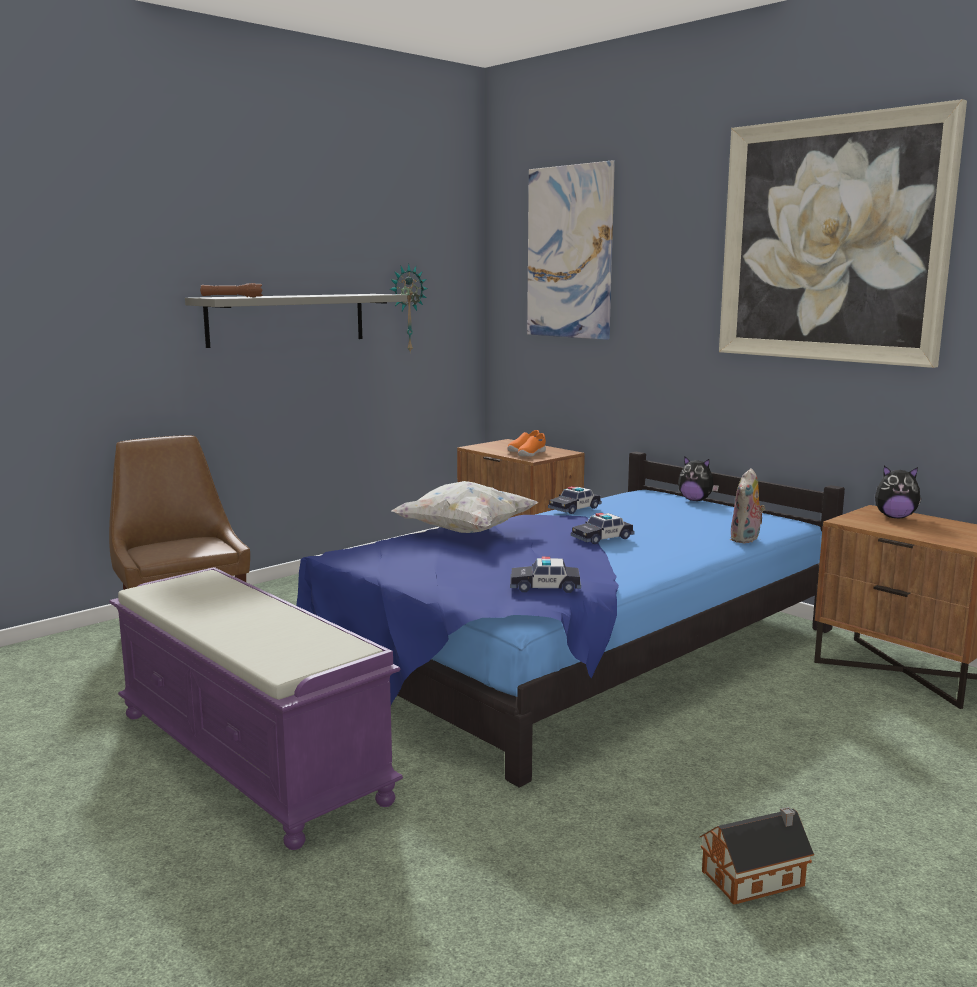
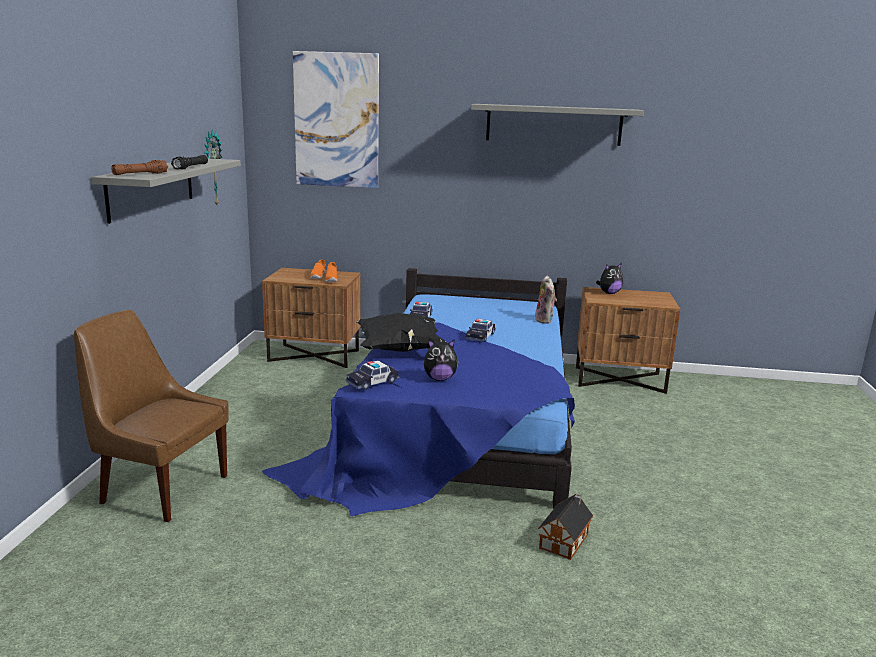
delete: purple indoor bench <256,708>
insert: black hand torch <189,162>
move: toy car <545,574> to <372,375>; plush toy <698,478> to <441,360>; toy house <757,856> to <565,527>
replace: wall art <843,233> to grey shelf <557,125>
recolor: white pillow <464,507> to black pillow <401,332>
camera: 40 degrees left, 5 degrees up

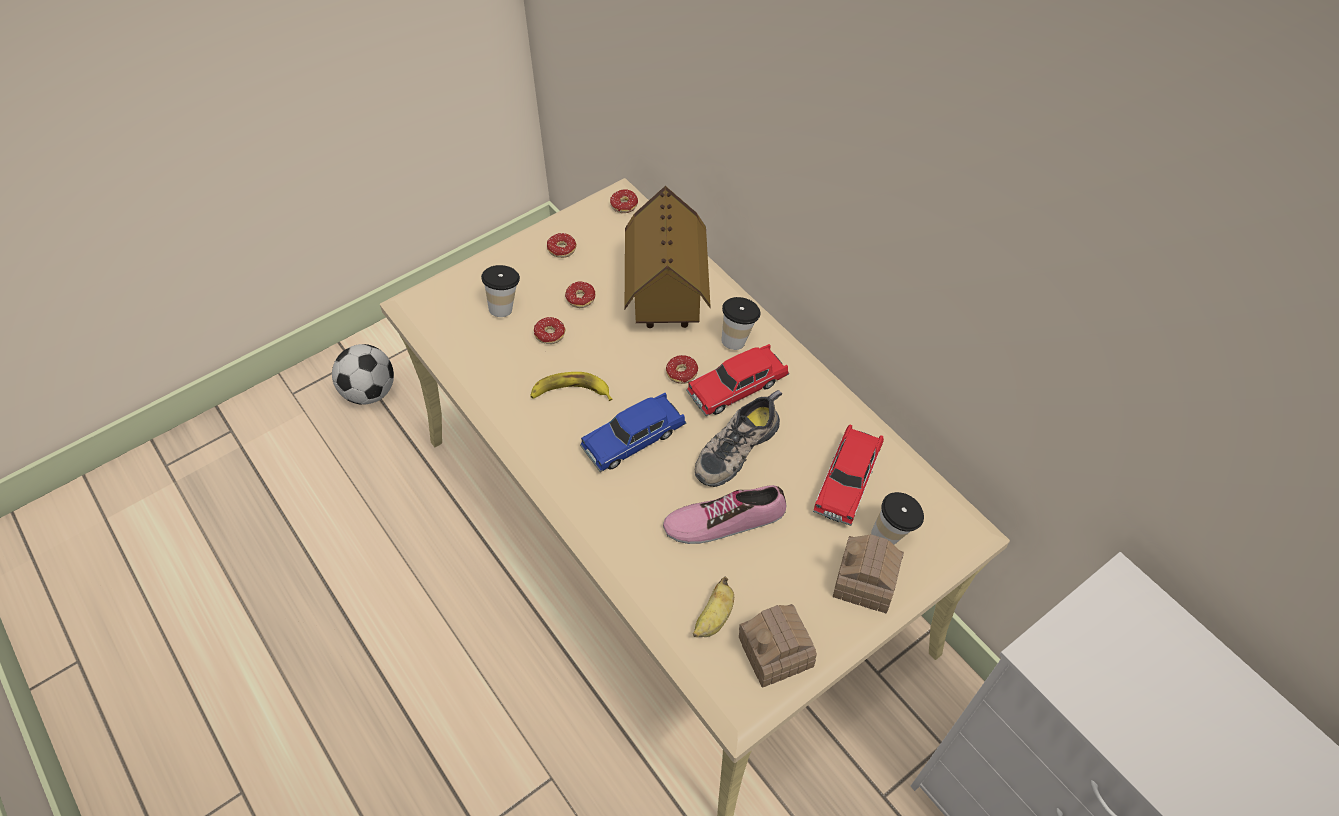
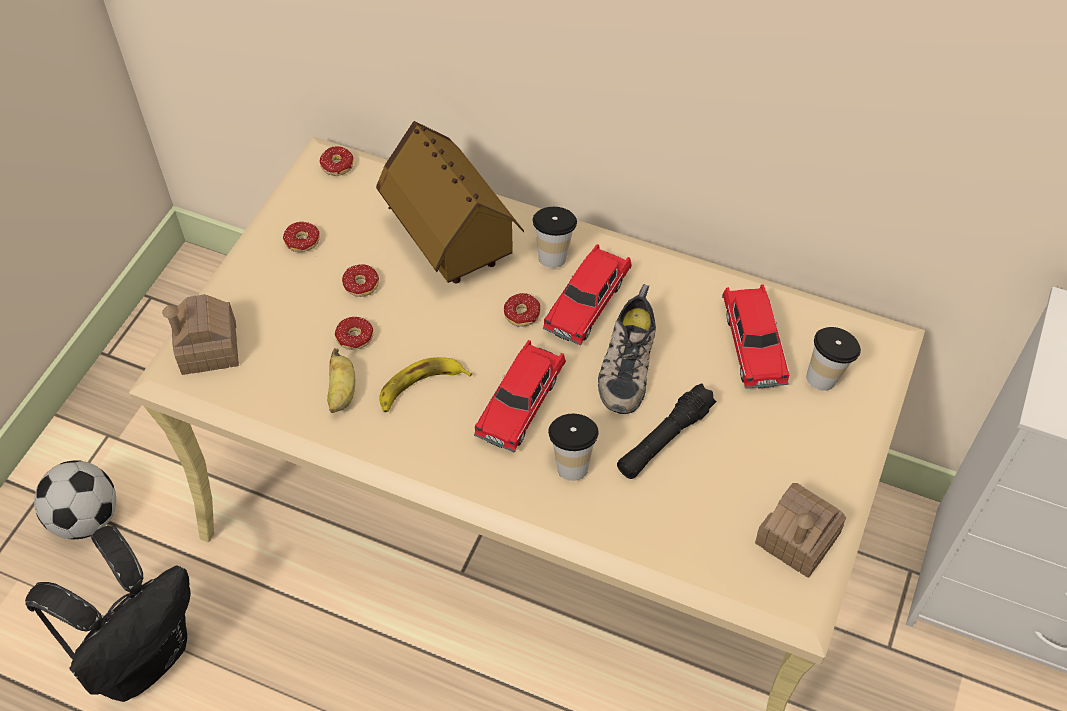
insert: black knapsack <108,614>
move: cup <500,291> to <573,447>; banana <713,607> to <341,380>; toy house <868,573> to <200,334>
replace: shoe <724,514> to black hand torch <666,431>
recolor: blue toy car <633,432> to red toy car <520,396>
camera: 30 degrees left, 0 degrees up

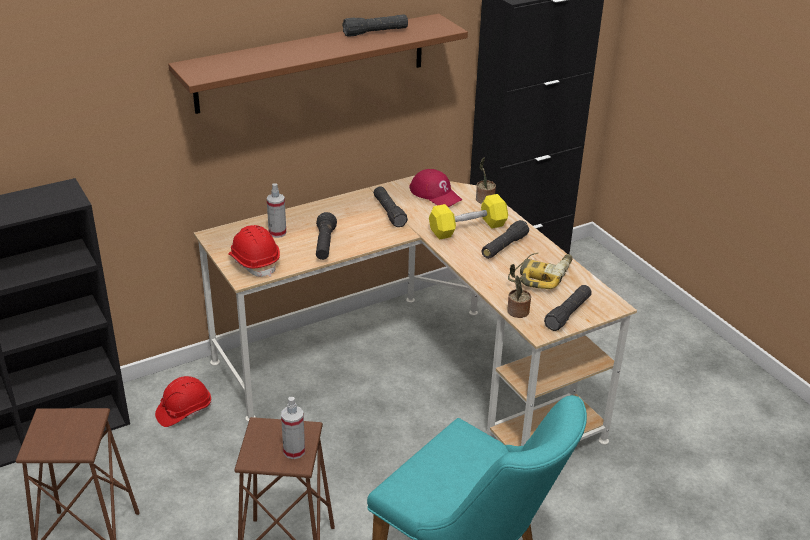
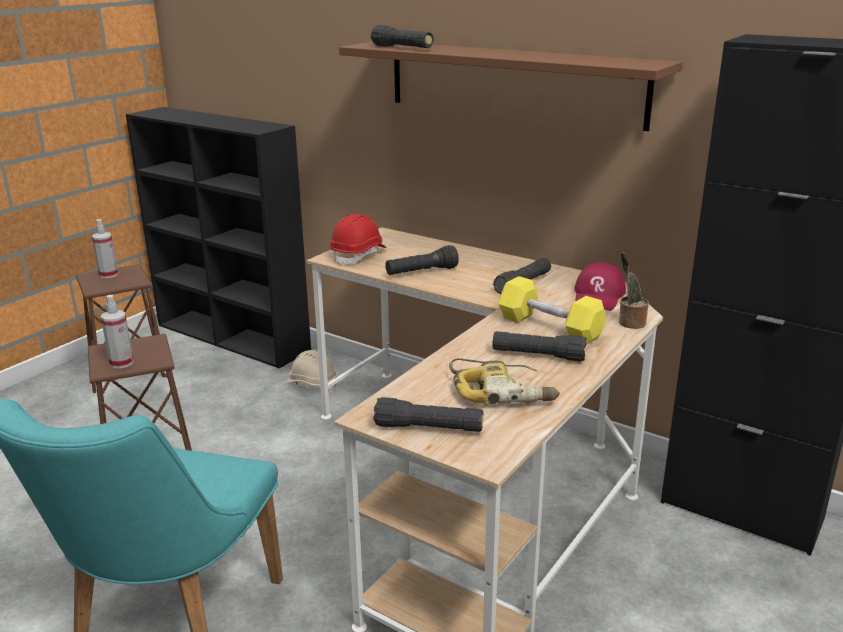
delete: houseplant <519,291>
move: hand sprayer <276,210> to <105,248>; black hand torch <375,25> to <402,36>
recolor: red safety helmet <183,401> to beige safety helmet <311,371>
camera: 65 degrees right, 10 degrees down

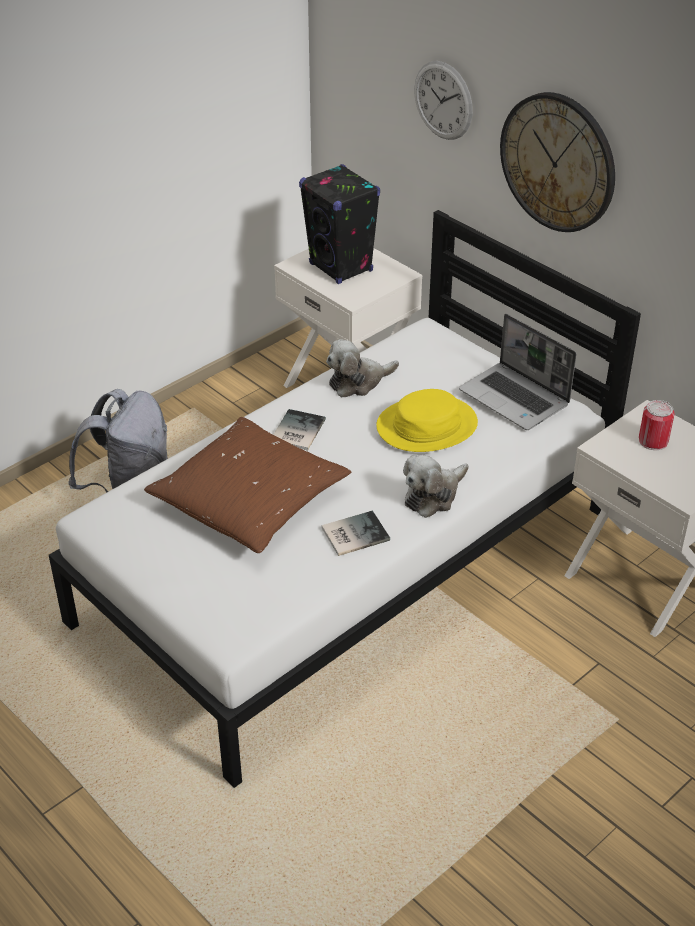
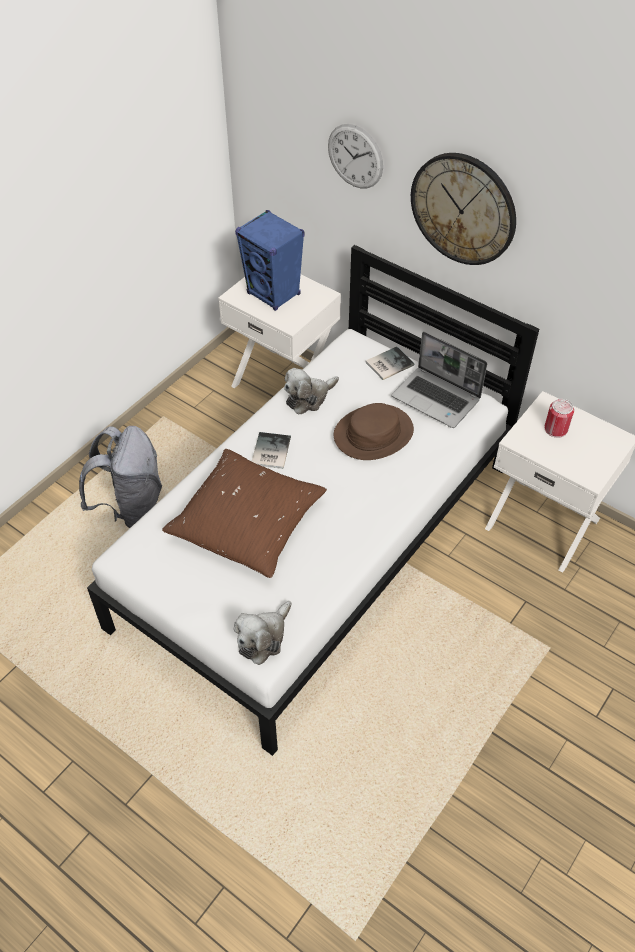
move: volume <356,533> to <390,363>; plush toy <435,486> to <263,633>
recolor: black speaker <339,224> to blue speaker <270,260>; yellow-coloured clothing hat <427,420> to brown clothing hat <374,431>
camera: 10 degrees left, 10 degrees up

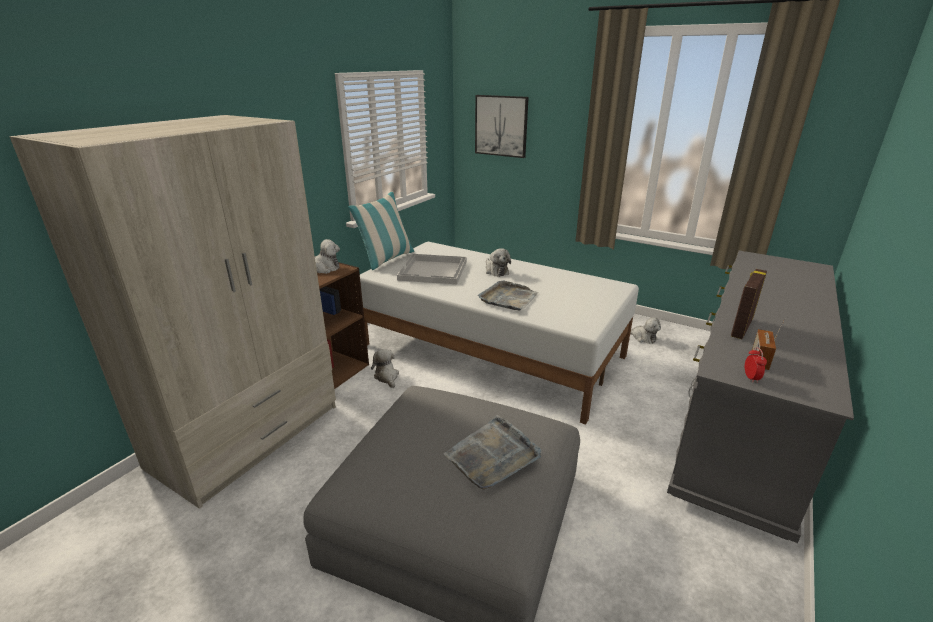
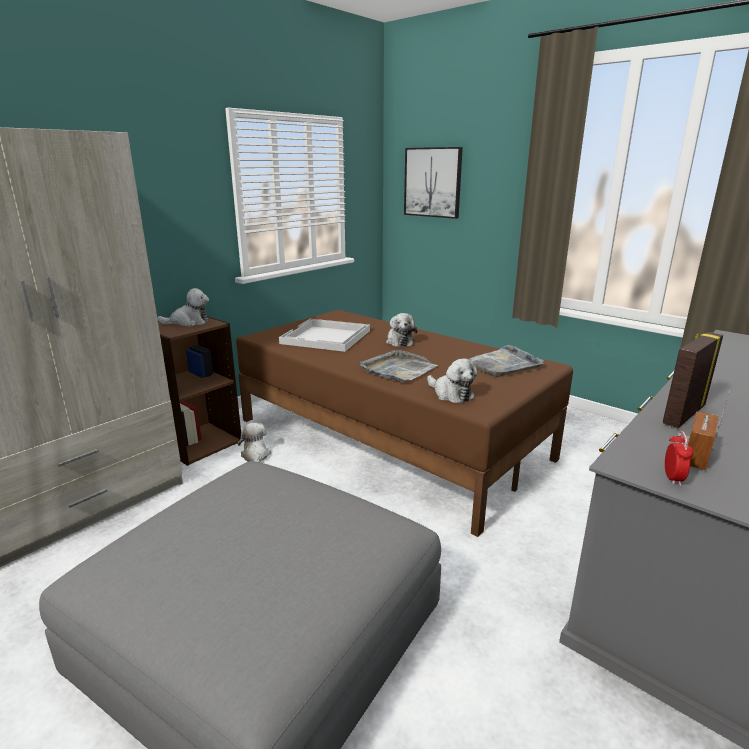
delete: pillow <381,230>
move: grey carrying tray <492,452> to <506,361>; plush toy <645,330> to <452,381>
recolor: white sleeping bed <499,333> to brown sleeping bed <404,423>
camera: 10 degrees right, 5 degrees down

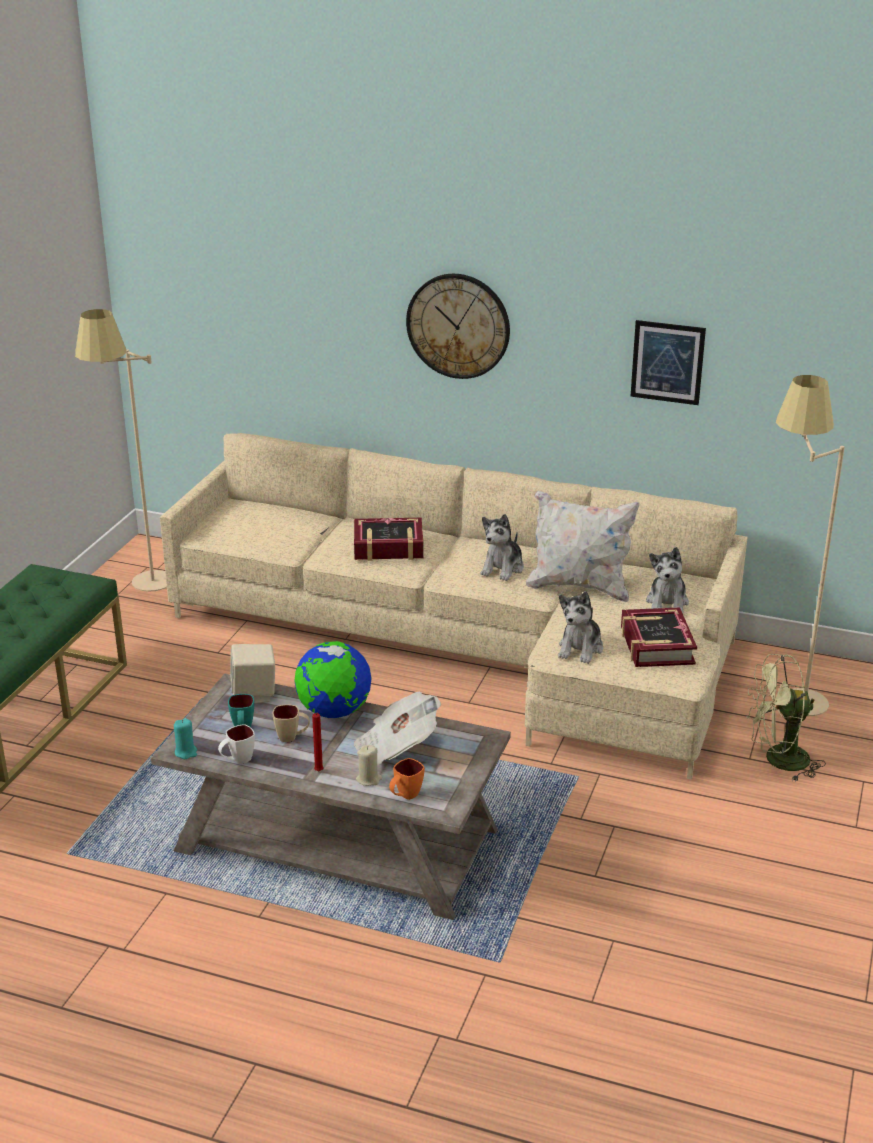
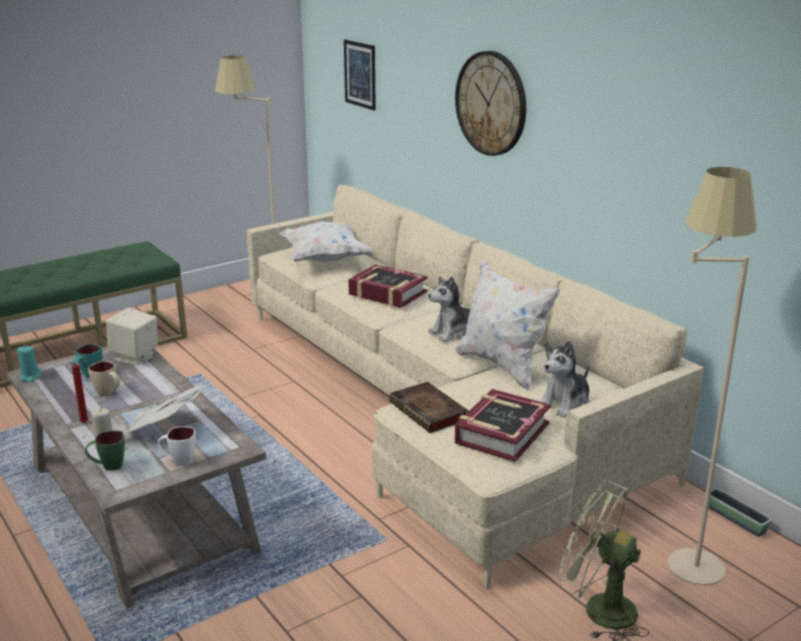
delete: desk globe <333,679>
insert: white pillow <326,242>; planter <740,512>
move: white coffee mug <236,744> to <176,446>; wall art <668,362> to <360,75>
replace: plush toy <580,627> to volume <429,407>
recolor: orangey coffee mug <407,779> to green-coloured coffee mug <105,451>
camera: 35 degrees right, 5 degrees down

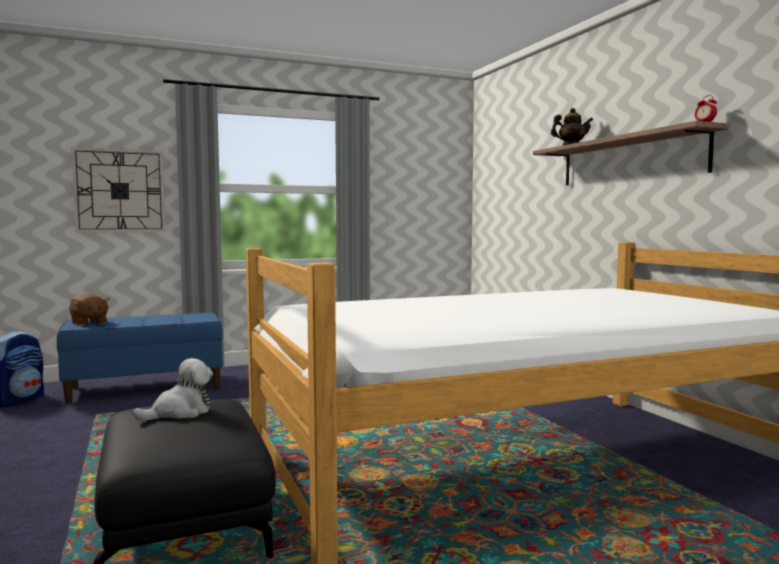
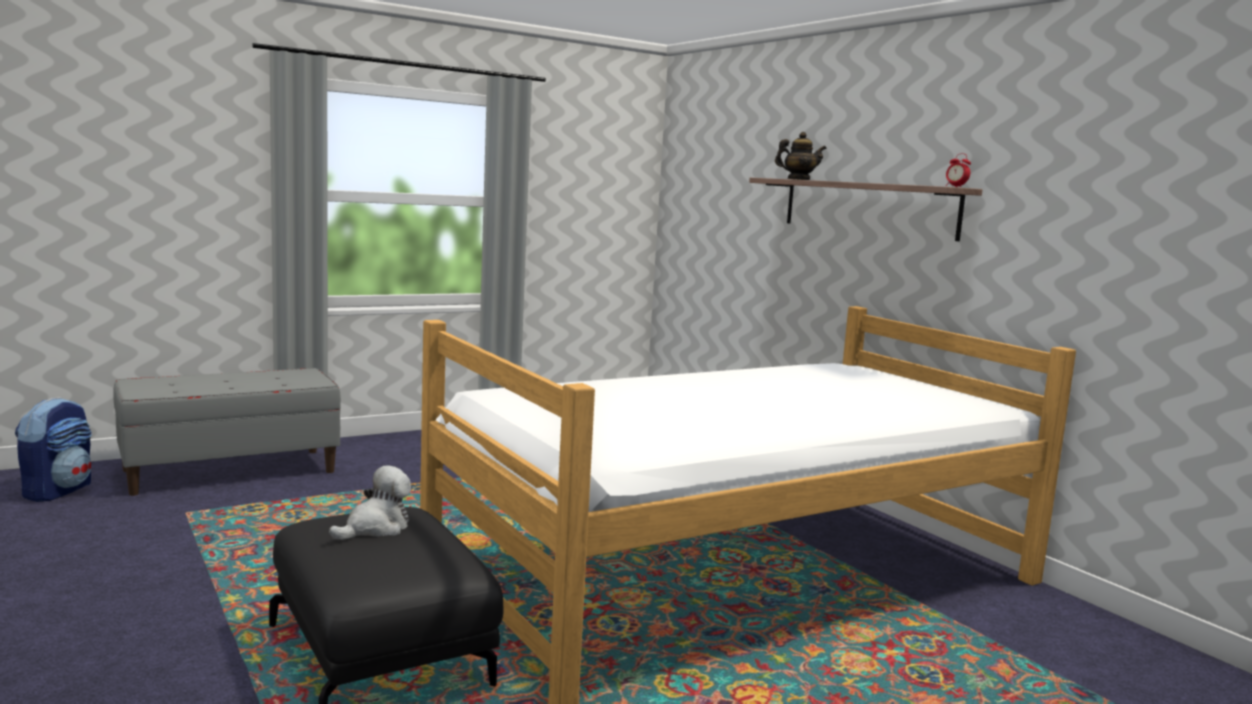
delete: brown plush toy <89,309>; clock on the wall <118,190>
recolor: blue indoor bench <139,357> to grey indoor bench <227,432>
camera: 10 degrees left, 5 degrees up

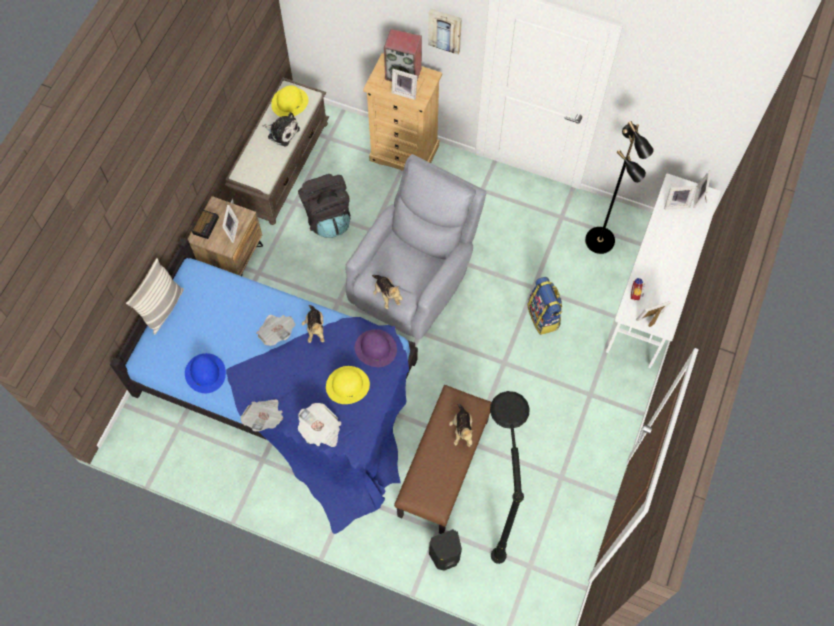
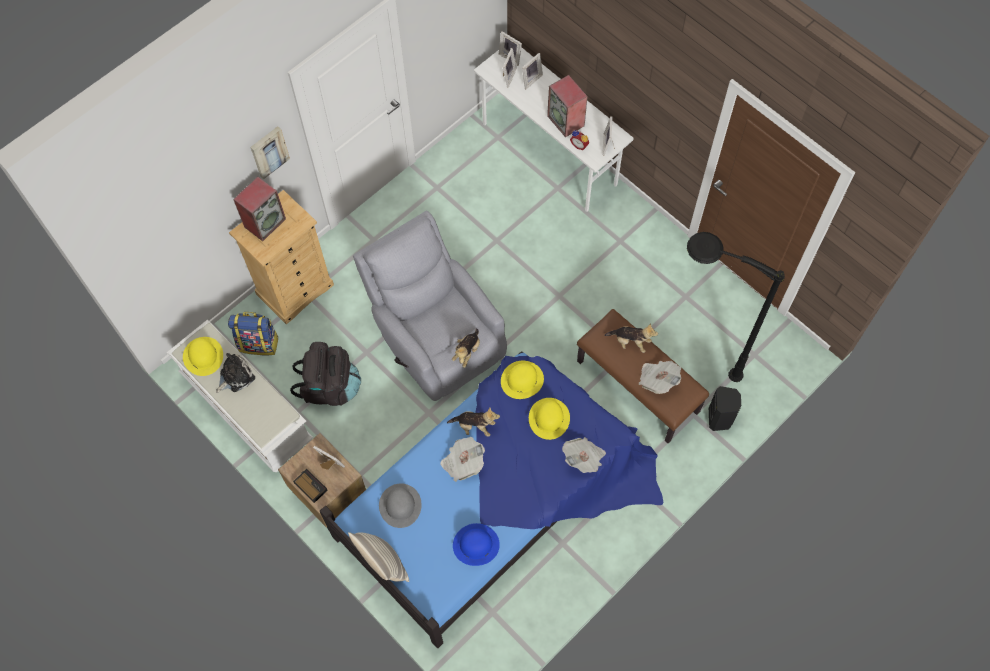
delete: black standing lamp <619,187>
insert: grey clothing hat <400,505>; speaker <567,106>
move: printed paper <262,415> to <660,377>; standing frame <404,84> to <532,71>; knapsack <545,306> to <253,333>
recolor: brown indoor bench <276,151> to white indoor bench <240,396>; purple clothing hat <376,348> to yellow-coloured clothing hat <522,380>
rotate: plush toy <387,292> = <466,348> 120 degrees clockwise
camera: 65 degrees left, 0 degrees up

